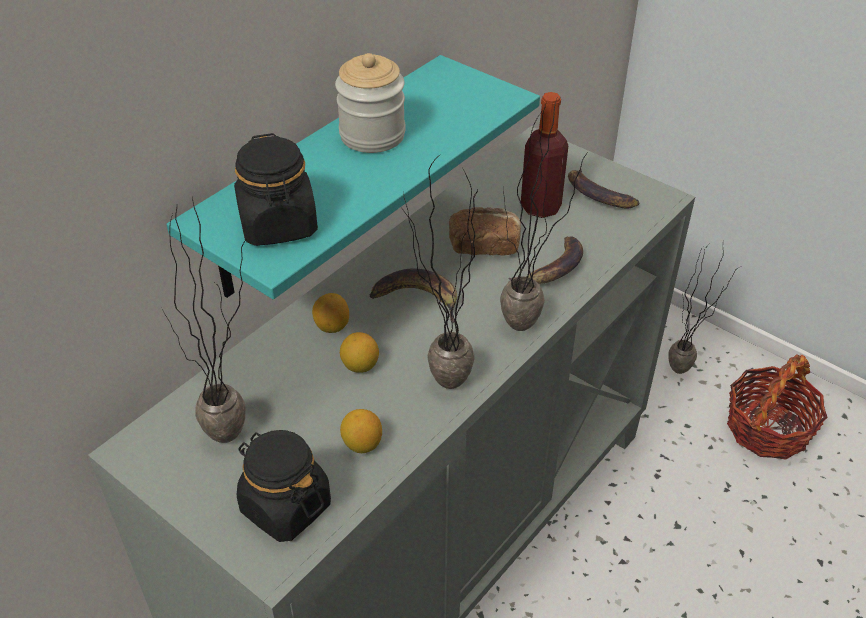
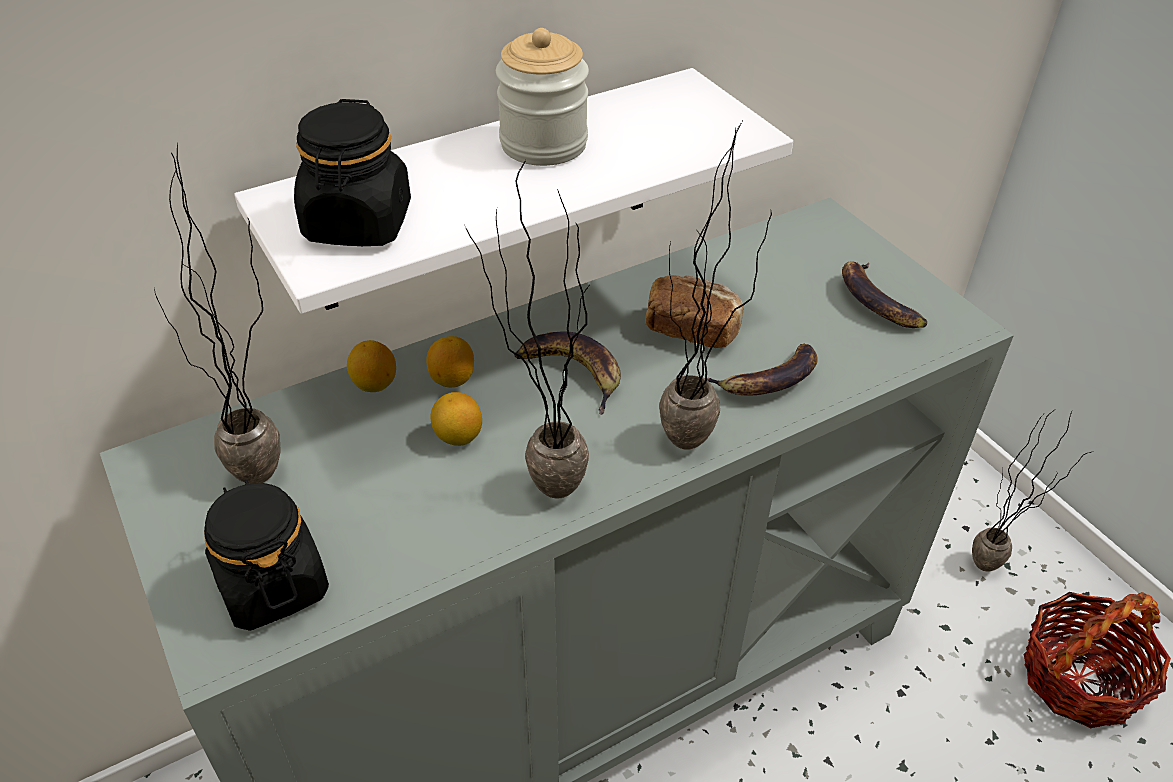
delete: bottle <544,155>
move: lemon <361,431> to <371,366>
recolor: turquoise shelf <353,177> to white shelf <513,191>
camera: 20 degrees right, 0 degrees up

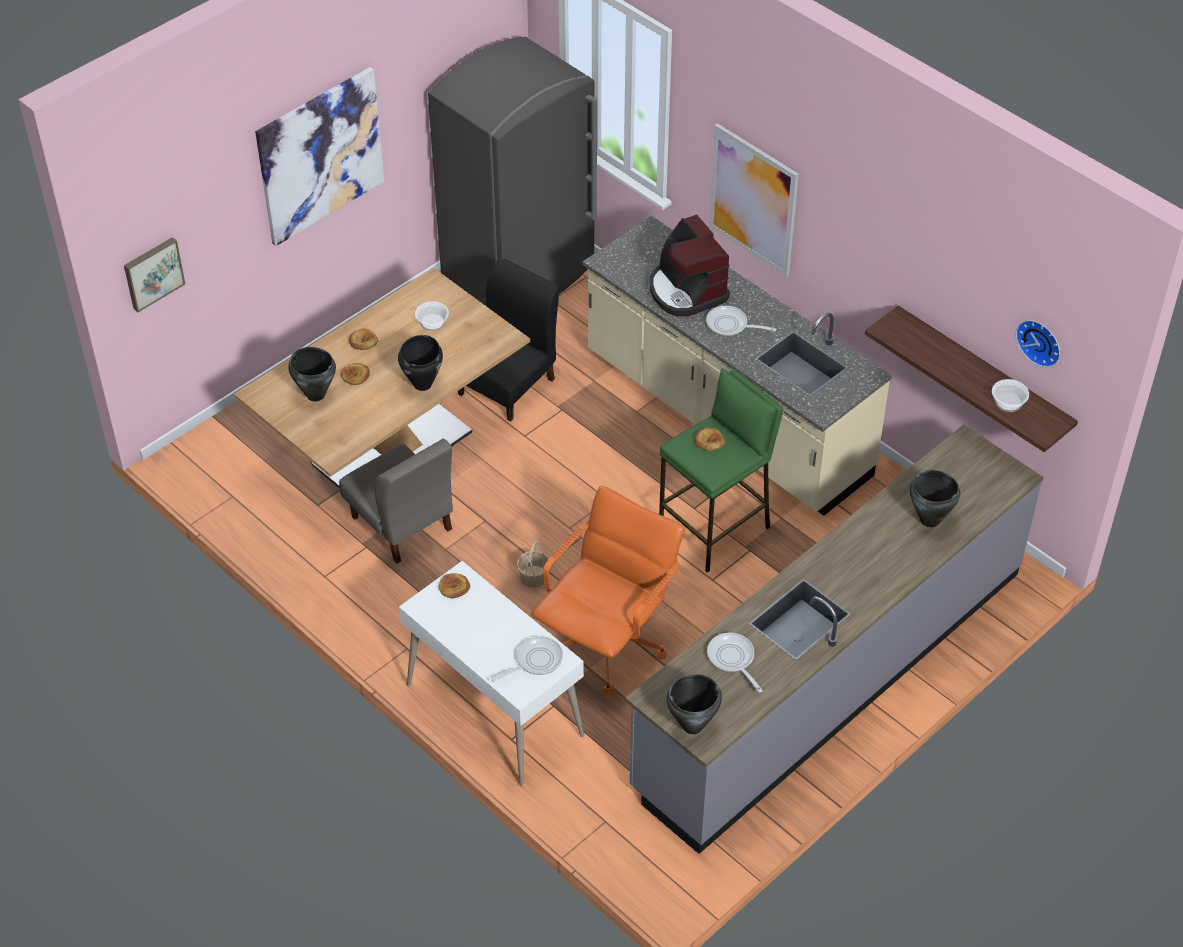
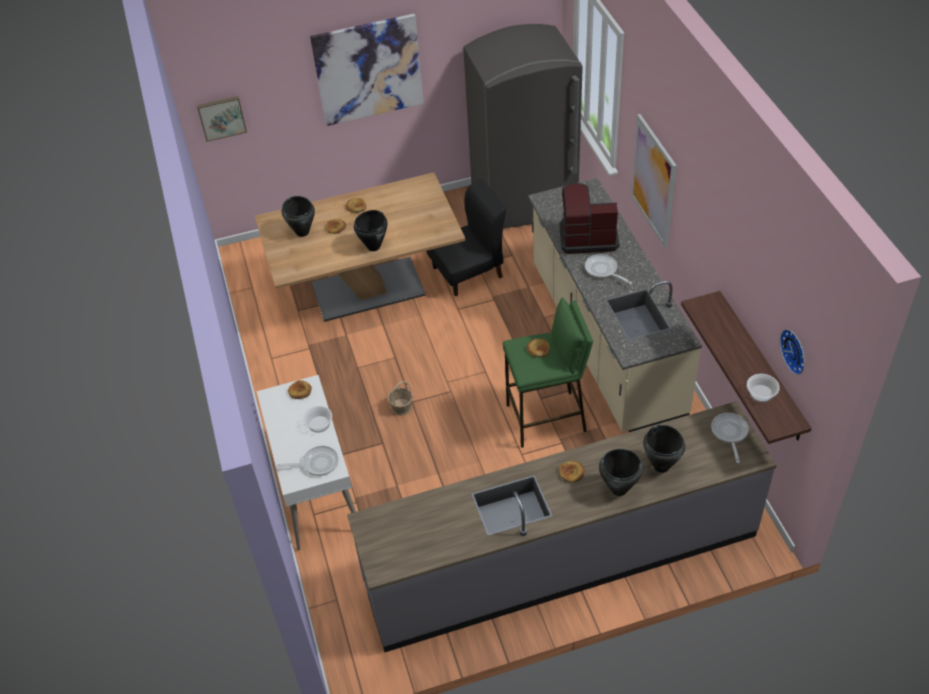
delete: grey plain chair <396,501>; orangey desk chair <607,590>
insert: bread <572,472>
move: serving bowl <432,316> to <317,419>; black cooking pot <694,704> to <621,472>; pan <735,663> to <730,438>
rotate: coffee maker <690,265> = <589,218> 90 degrees clockwise
camera: 30 degrees right, 0 degrees up

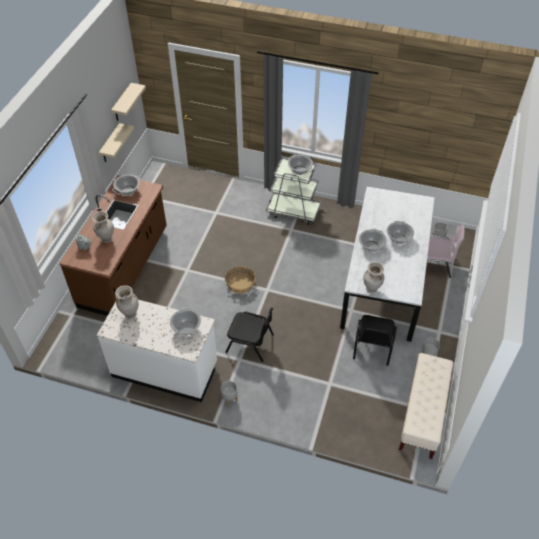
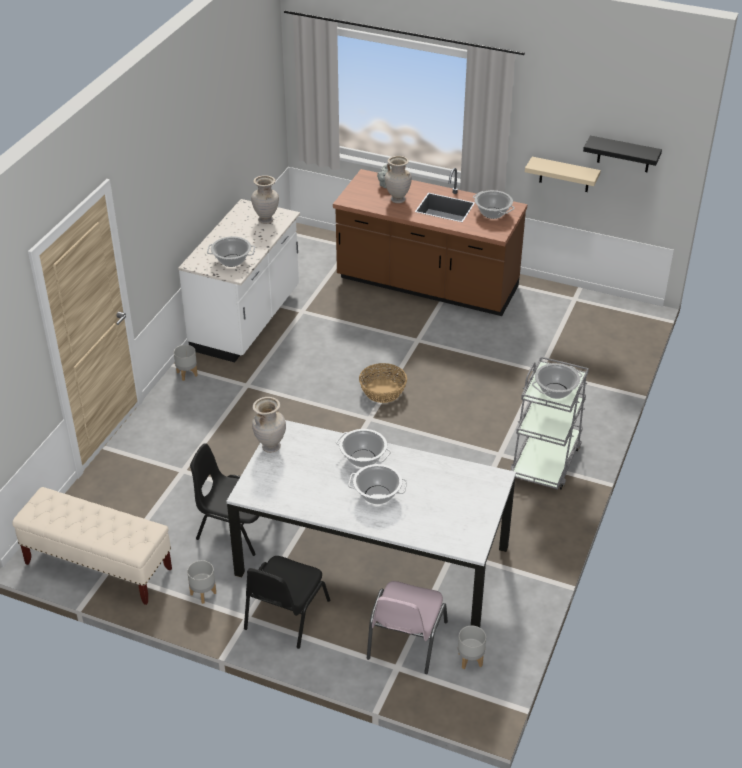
move: black plain chair <249,335> to <287,602>
recolor: beige shelf <128,102> to black shelf <622,154>
camera: 95 degrees right, 10 degrees down

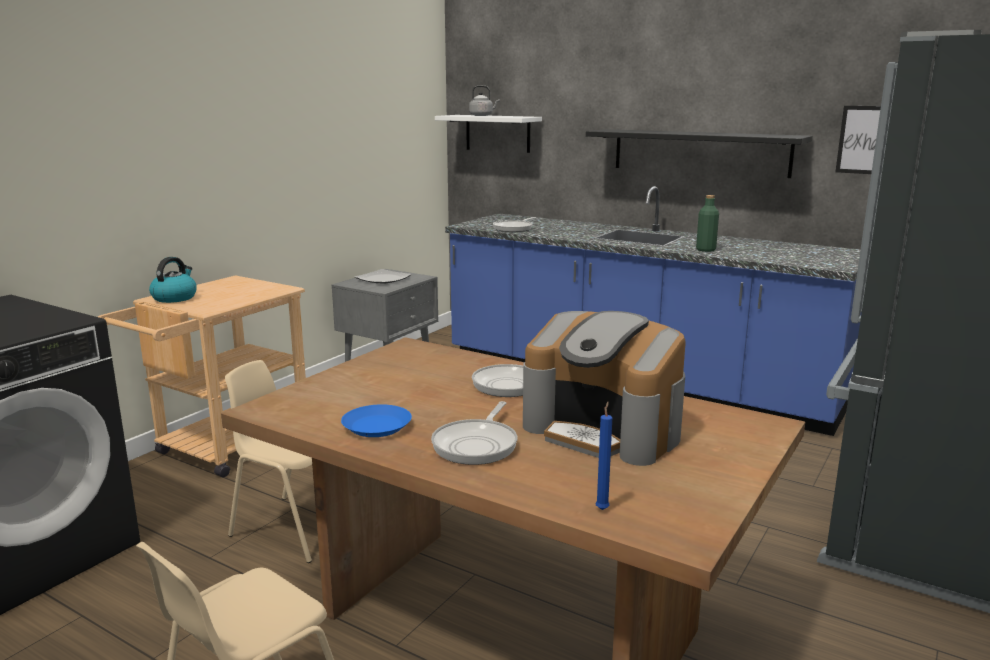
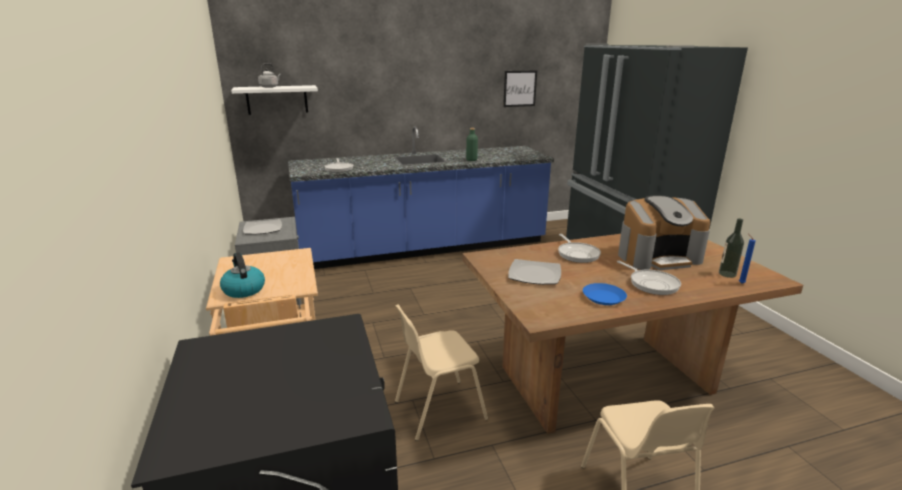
delete: black shelf <699,153>
insert: dinner plate <534,272>; bottle <731,248>
camera: 50 degrees left, 5 degrees up

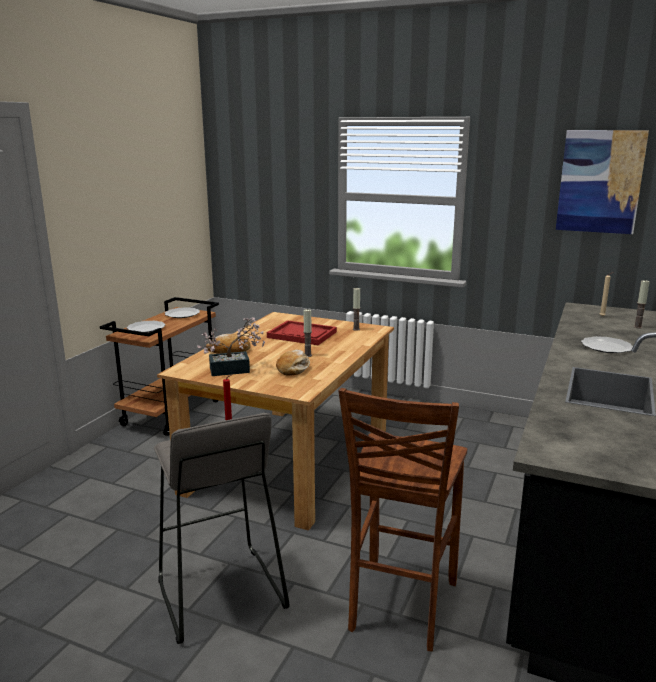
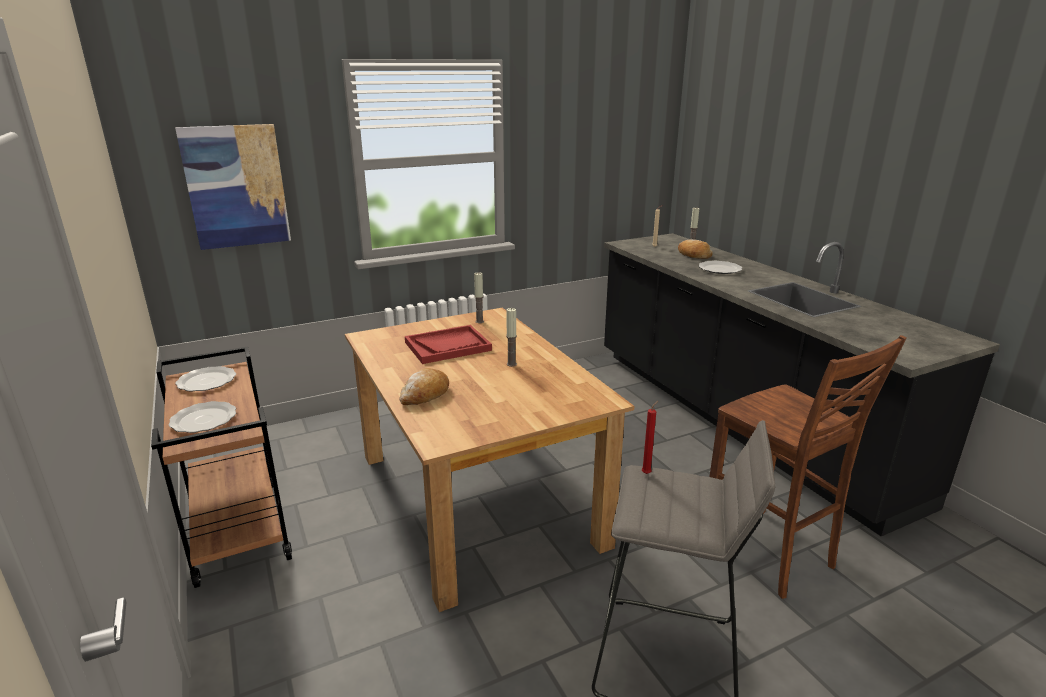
delete: houseplant <231,347>
move: bread <293,362> to <695,249>; wall art <602,182> to <233,187>
camera: 50 degrees left, 5 degrees up

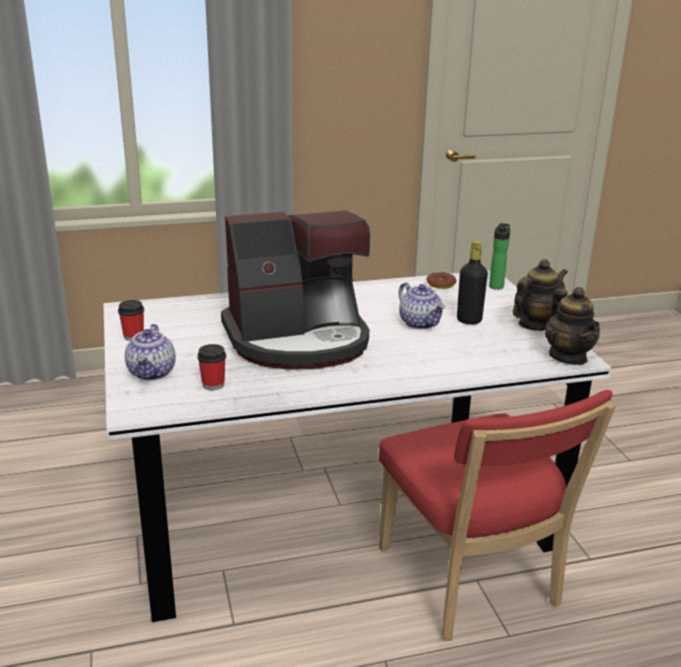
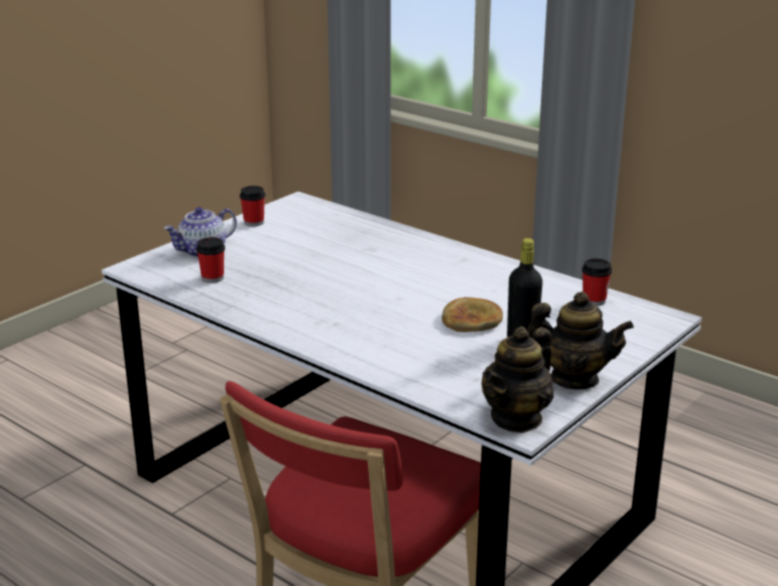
delete: coffee maker <295,290>; bottle <499,256>
replace: tea pot <422,306> to bread <472,314>; donut <441,280> to cup <597,282>
camera: 55 degrees right, 0 degrees up

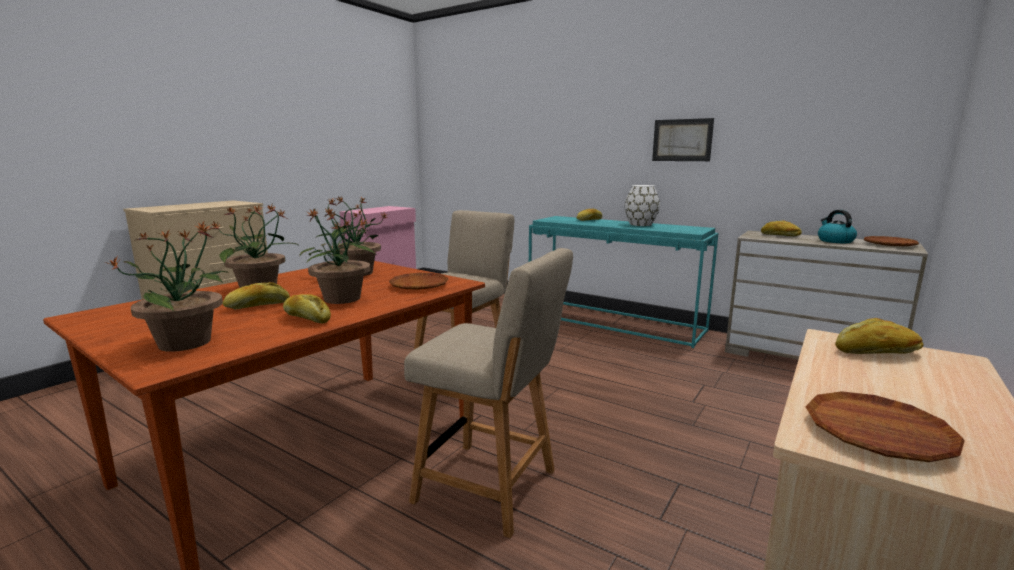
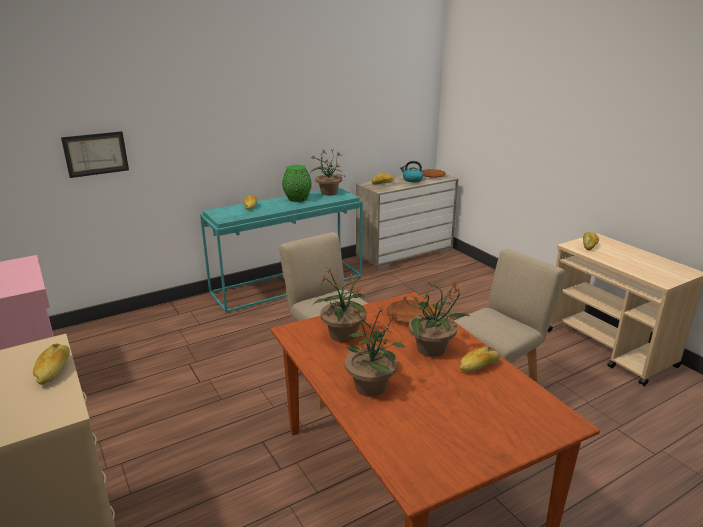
delete: brown dinner plate <885,426>
move: houseplant <167,286> to <327,172>; bread <256,296> to <51,364>; wall art <683,139> to <95,154>
recolor: white vase <642,205> to green-coloured vase <297,183>
camera: 65 degrees left, 10 degrees up

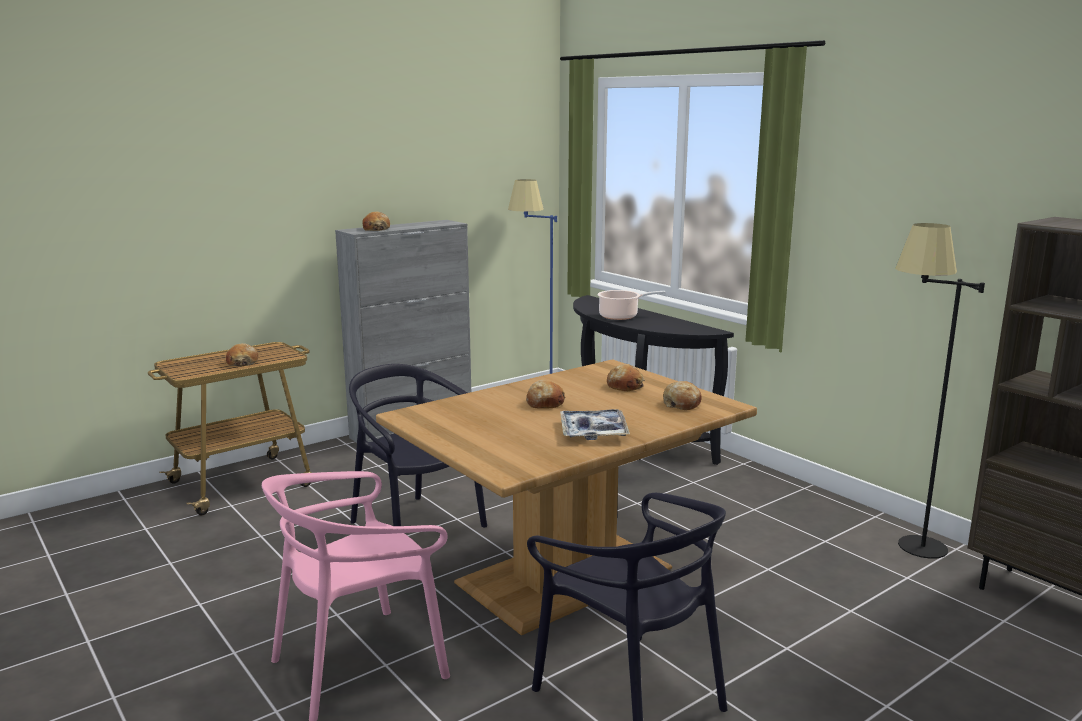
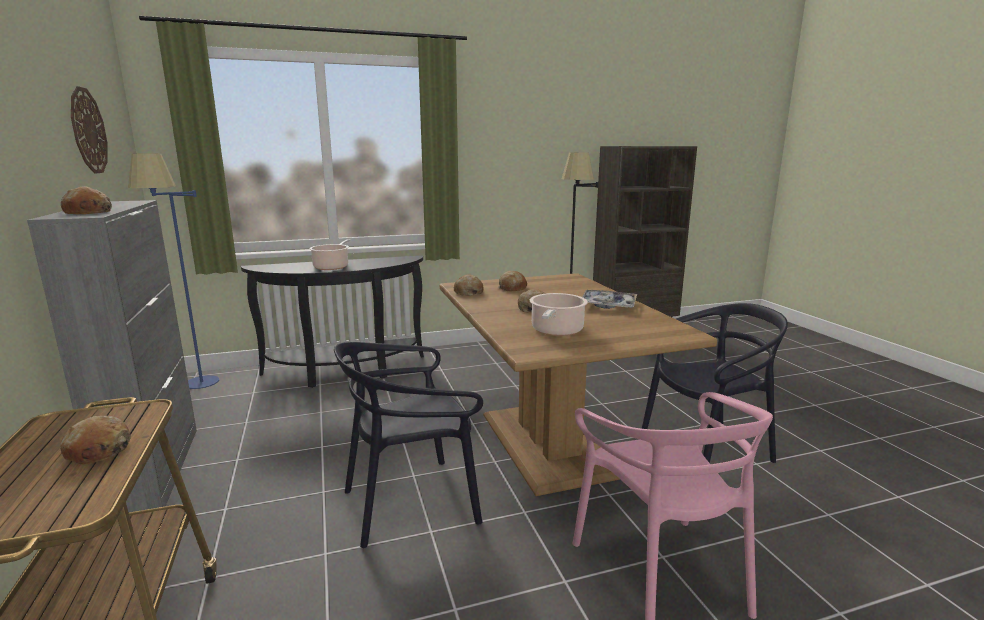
insert: clock on the wall <89,130>; cooking pot <559,314>
move: bread <682,395> to <469,285>
camera: 70 degrees left, 0 degrees up

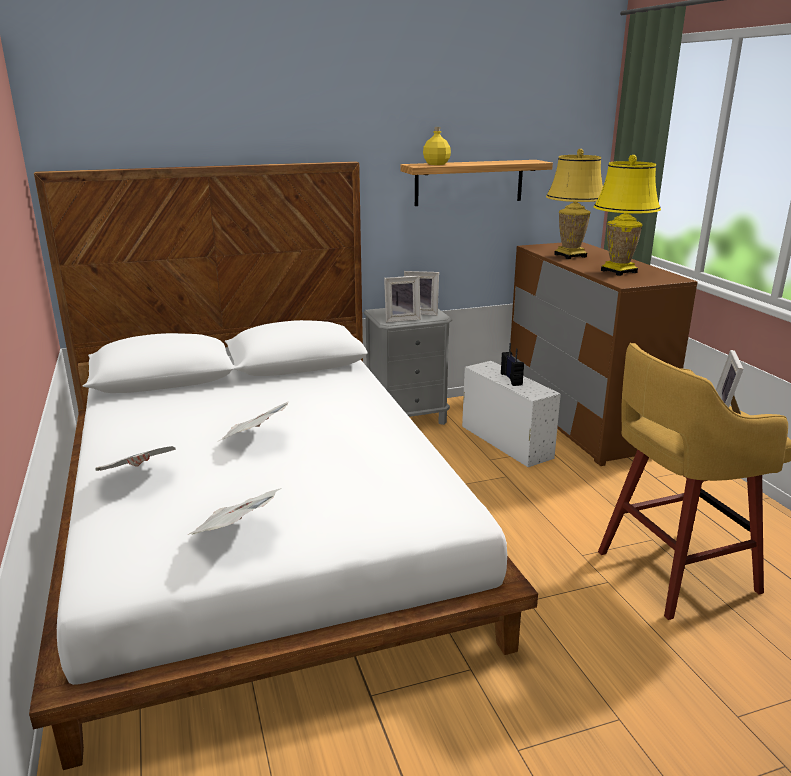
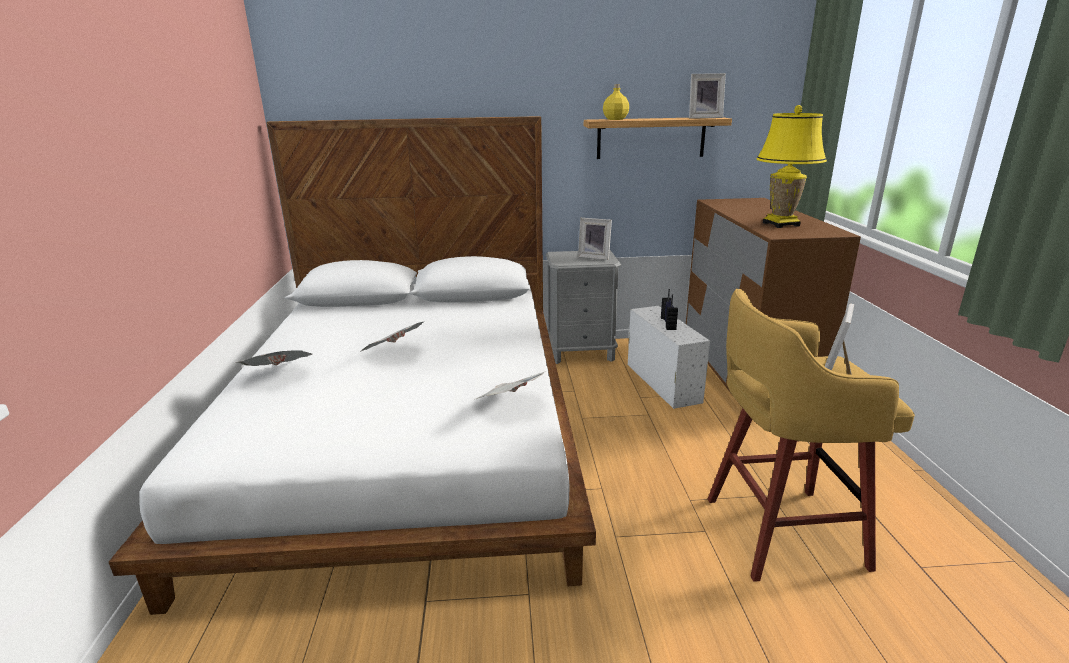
delete: yellow-coloured lamp for a table <574,204>
move: printed paper <235,511> to <512,384>; standing frame <402,299> to <707,96>
camera: 15 degrees right, 0 degrees up

